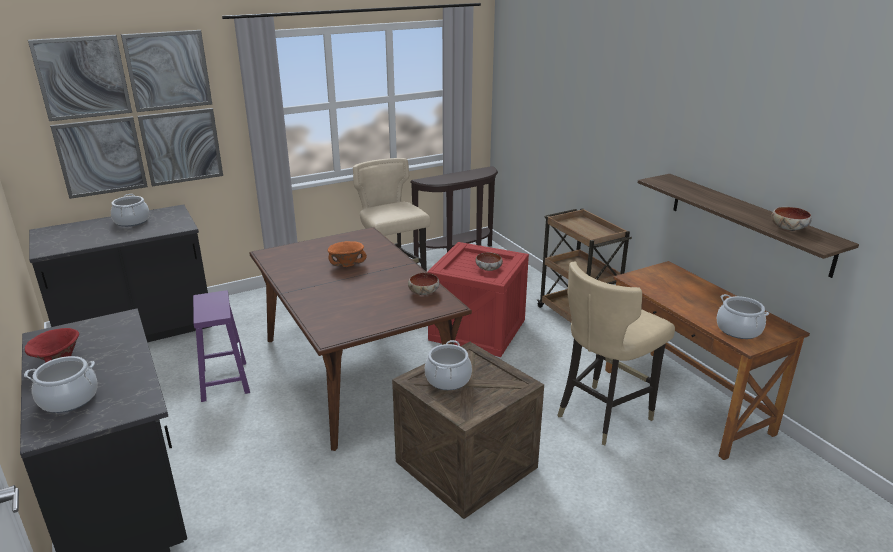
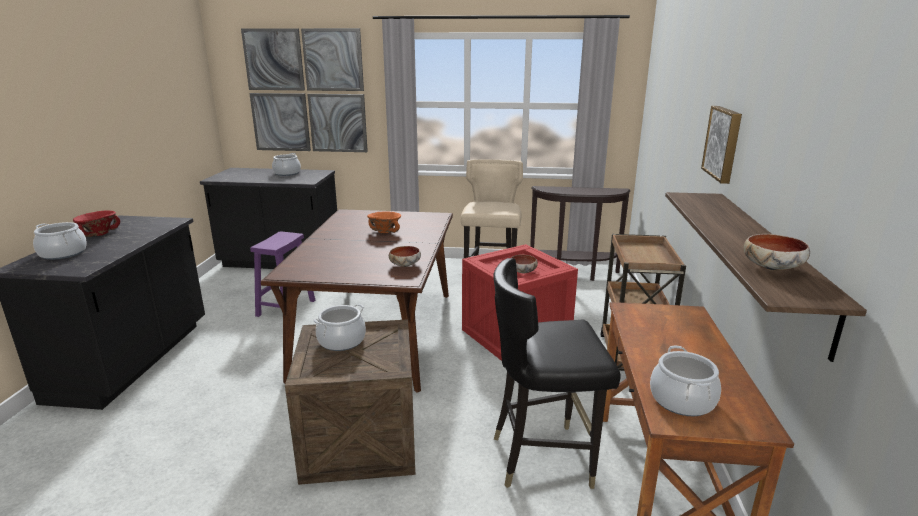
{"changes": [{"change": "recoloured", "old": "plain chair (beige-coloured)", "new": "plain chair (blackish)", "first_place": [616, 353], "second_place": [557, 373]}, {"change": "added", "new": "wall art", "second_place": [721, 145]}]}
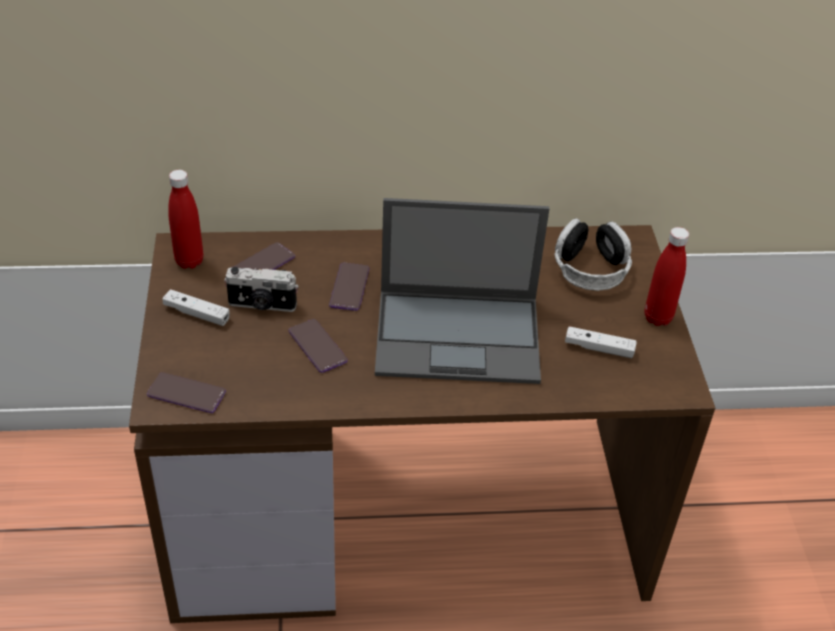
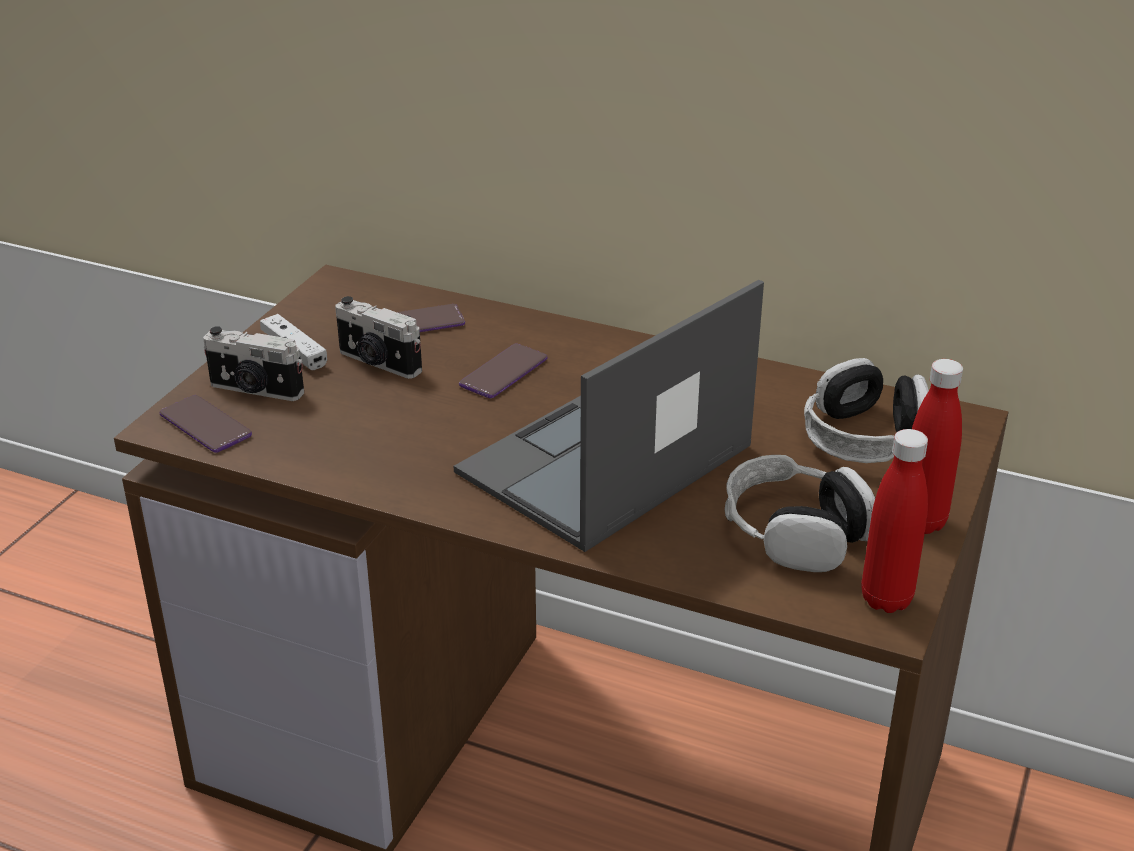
{"changes": [{"change": "moved", "old": "bottle (red-coloured)", "first_place": [185, 219], "second_place": [894, 521]}, {"change": "removed", "old": "handset", "first_place": [318, 346]}, {"change": "turned", "old": "laptop", "first_place": [462, 291], "second_place": [609, 416], "degrees": 105}, {"change": "replaced", "old": "joypad (white)", "new": "headset", "first_place": [601, 342], "second_place": [800, 513]}, {"change": "added", "new": "still camera", "second_place": [253, 363]}]}
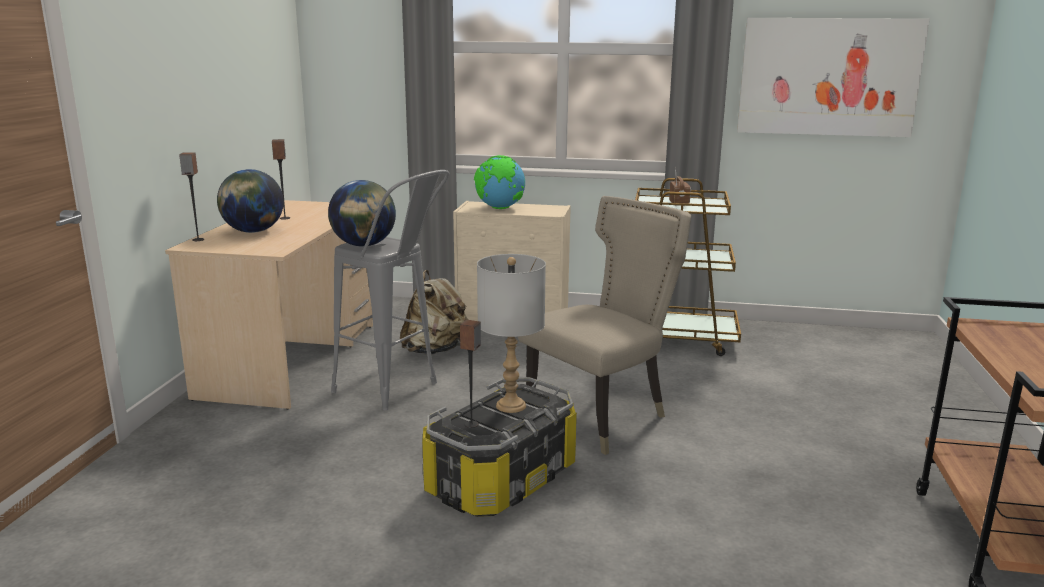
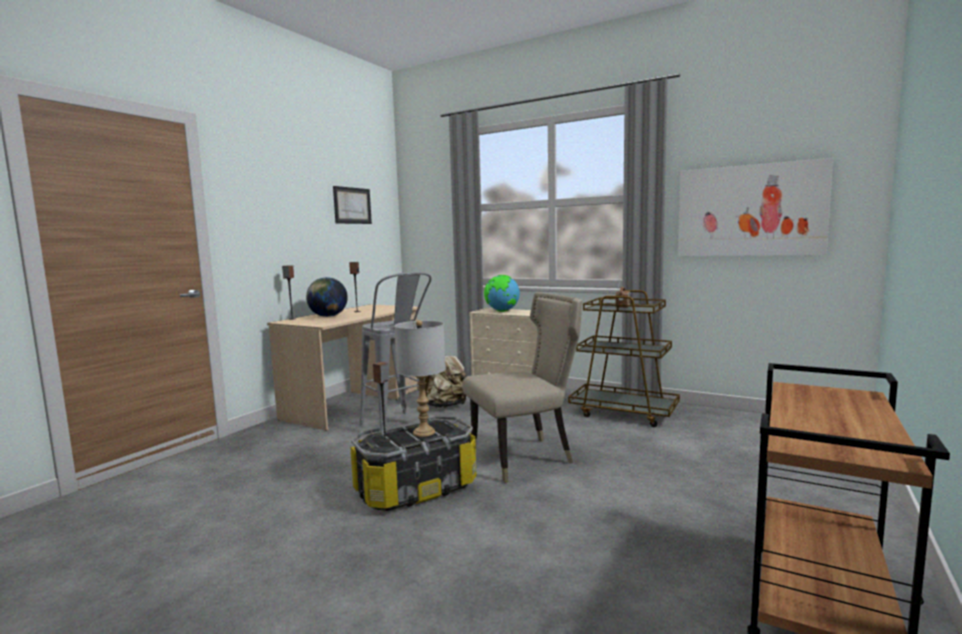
{"changes": [{"change": "removed", "old": "desk globe", "first_place": [362, 213]}, {"change": "added", "new": "wall art", "second_place": [352, 205]}]}
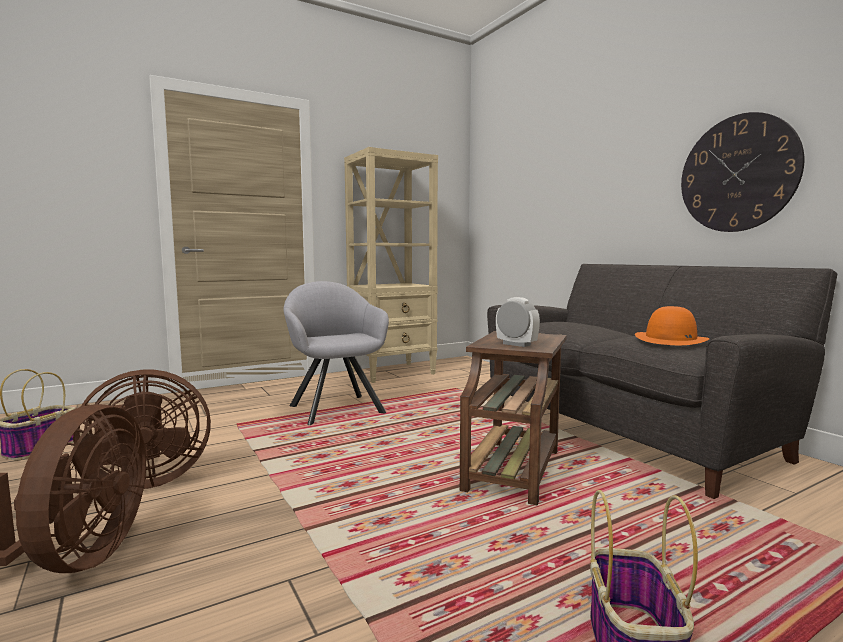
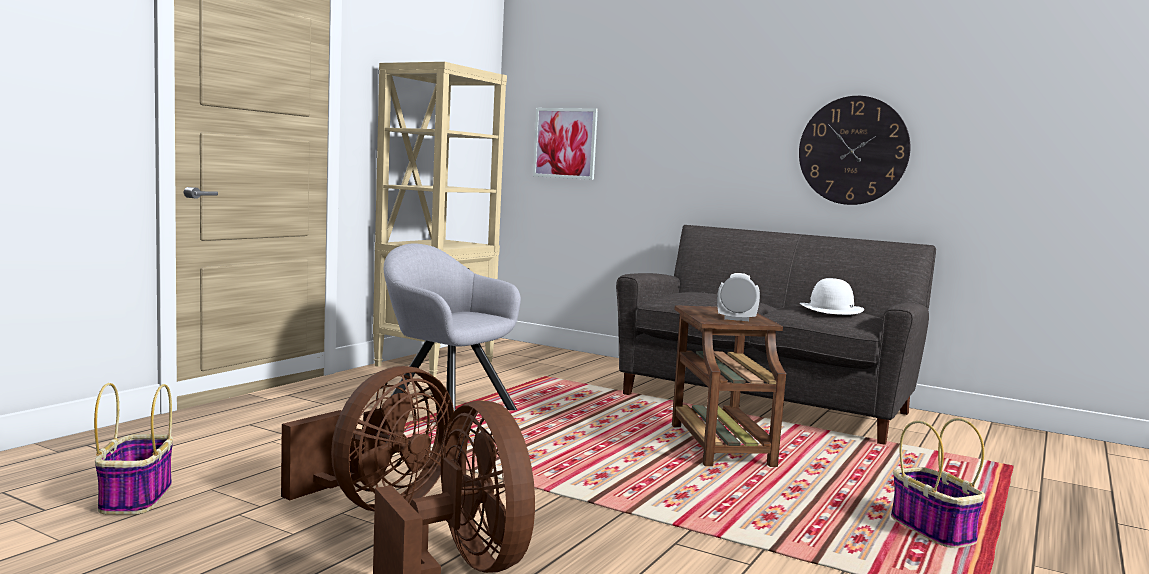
{"changes": [{"change": "recoloured", "old": "clothing hat (orange-coloured)", "new": "clothing hat (white)", "first_place": [672, 325], "second_place": [832, 296]}, {"change": "added", "new": "wall art", "second_place": [565, 144]}]}
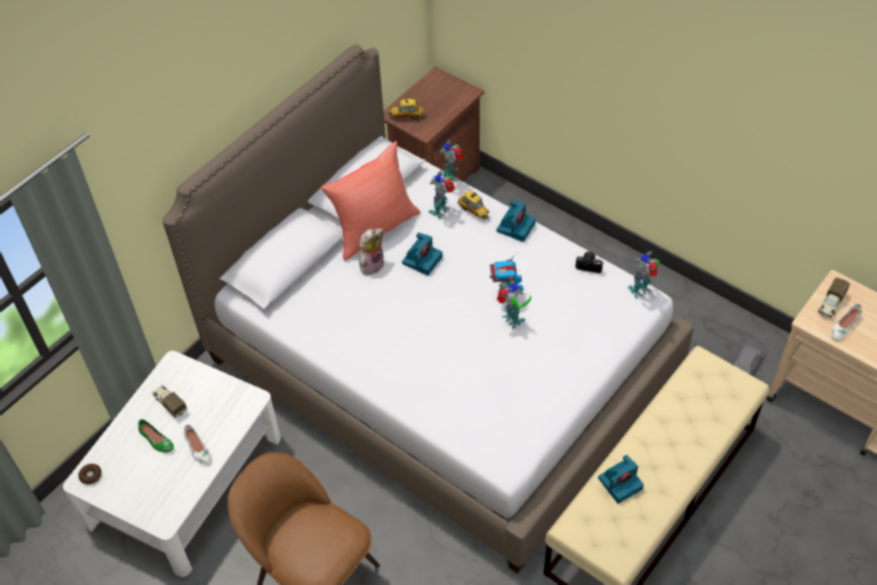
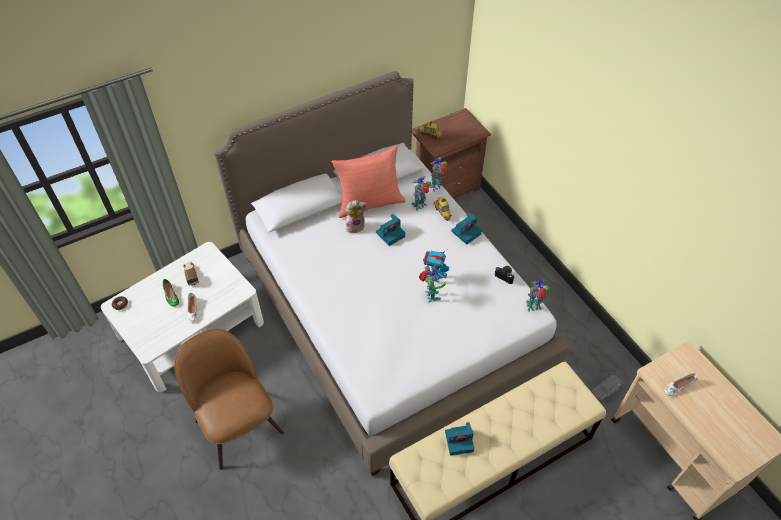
{"changes": [{"change": "removed", "old": "toy truck", "first_place": [834, 298]}]}
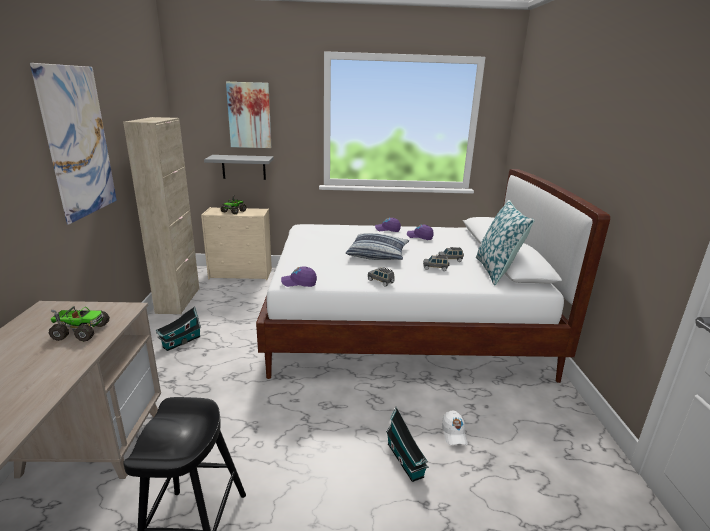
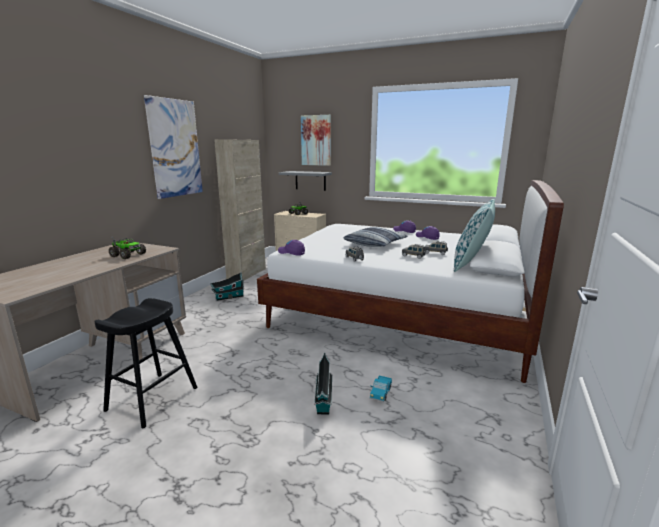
{"changes": [{"change": "replaced", "old": "baseball cap (white)", "new": "toy truck", "first_place": [455, 428], "second_place": [381, 389]}]}
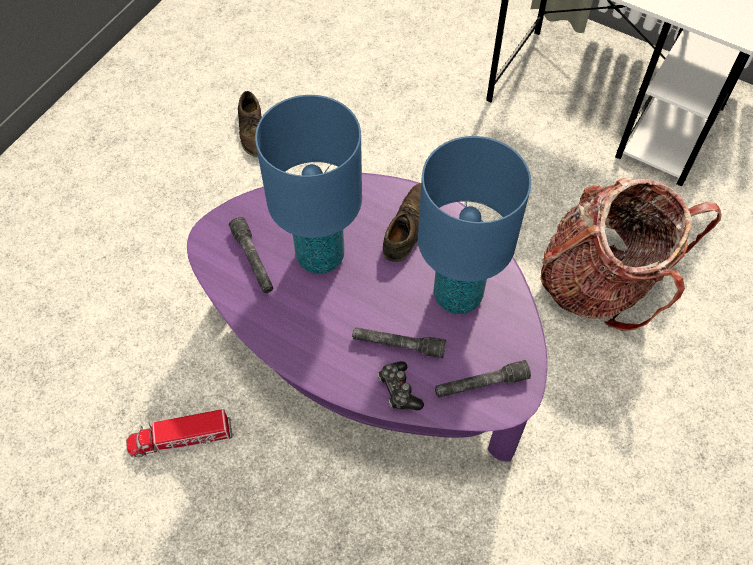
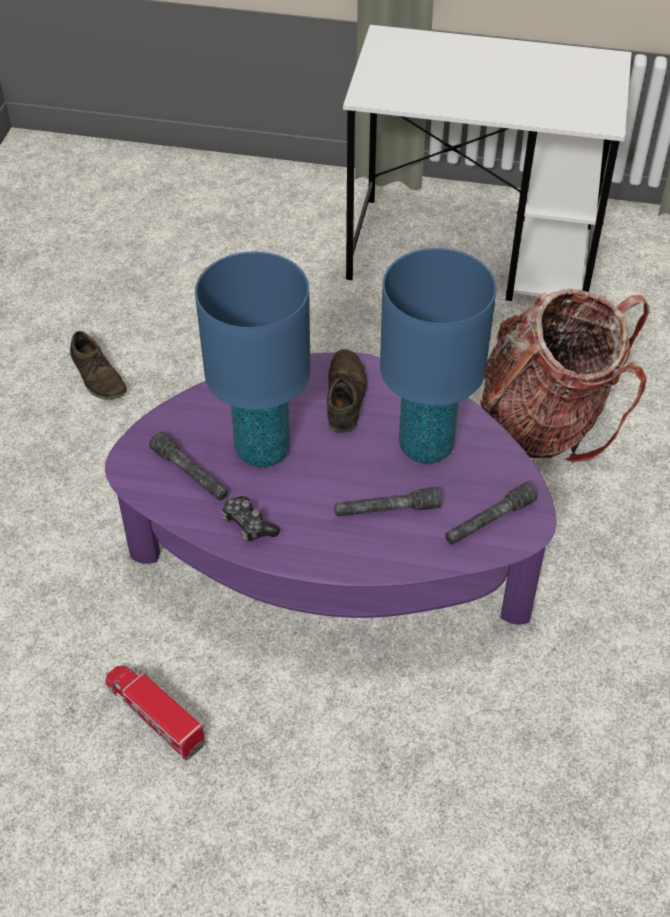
{"changes": [{"change": "turned", "old": "toy truck", "first_place": [180, 433], "second_place": [156, 713], "degrees": 75}, {"change": "moved", "old": "joypad", "first_place": [401, 386], "second_place": [250, 519]}]}
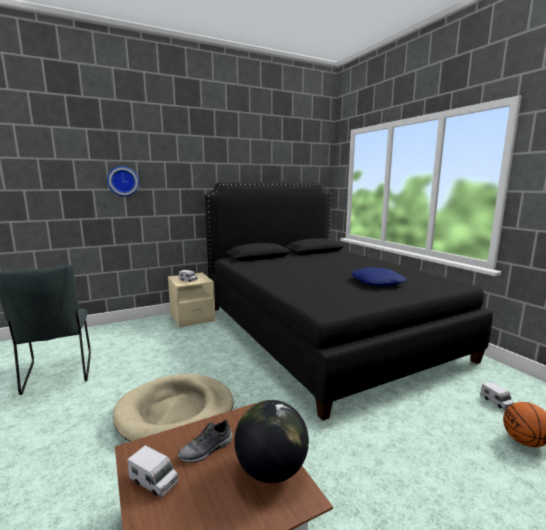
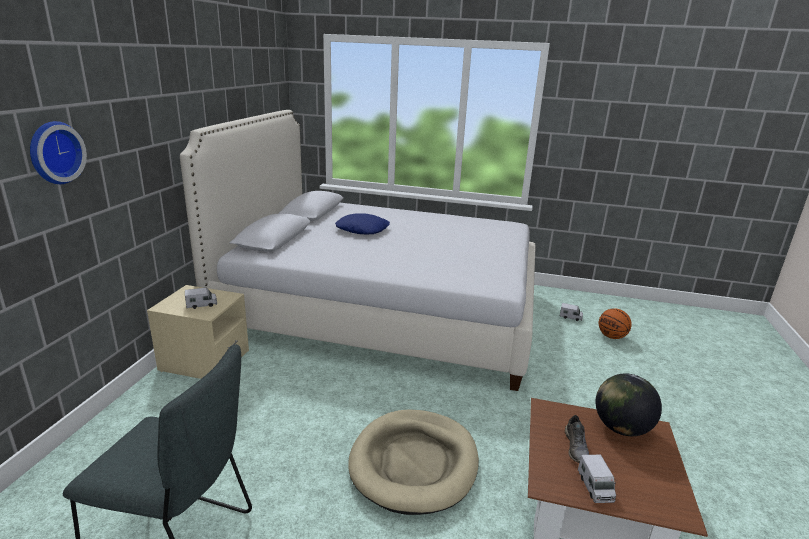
{"changes": [{"change": "turned", "old": "toy truck", "first_place": [153, 471], "second_place": [596, 479], "degrees": 105}, {"change": "recoloured", "old": "bedroom bed (blackish)", "new": "bedroom bed (white)", "first_place": [349, 301], "second_place": [358, 250]}, {"change": "moved", "old": "pillow (bluish)", "first_place": [378, 276], "second_place": [362, 224]}]}
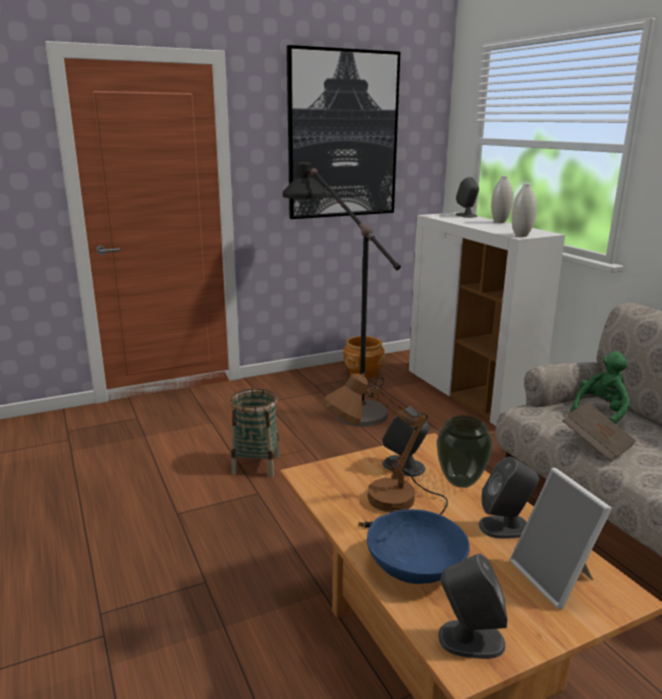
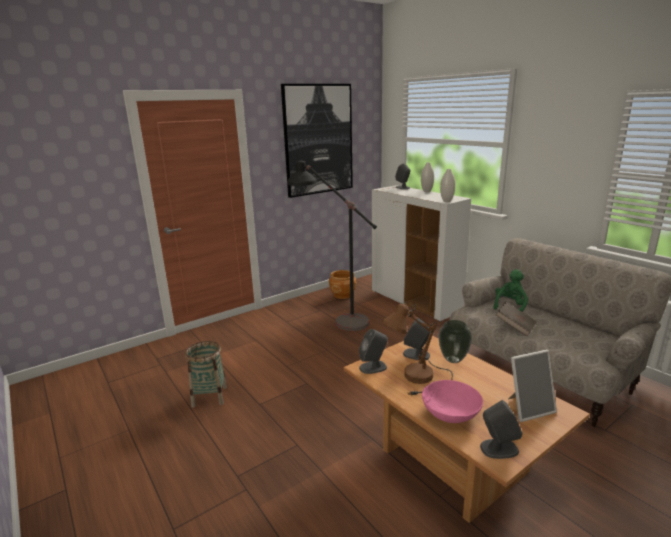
{"changes": [{"change": "moved", "old": "storage basket", "first_place": [255, 432], "second_place": [206, 374]}, {"change": "recoloured", "old": "deep dish (bluish)", "new": "deep dish (pink)", "first_place": [418, 546], "second_place": [452, 401]}, {"change": "moved", "old": "audio speaker (greyish)", "first_place": [509, 498], "second_place": [373, 351]}, {"change": "turned", "old": "picture frame", "first_place": [561, 539], "second_place": [532, 386], "degrees": -75}]}
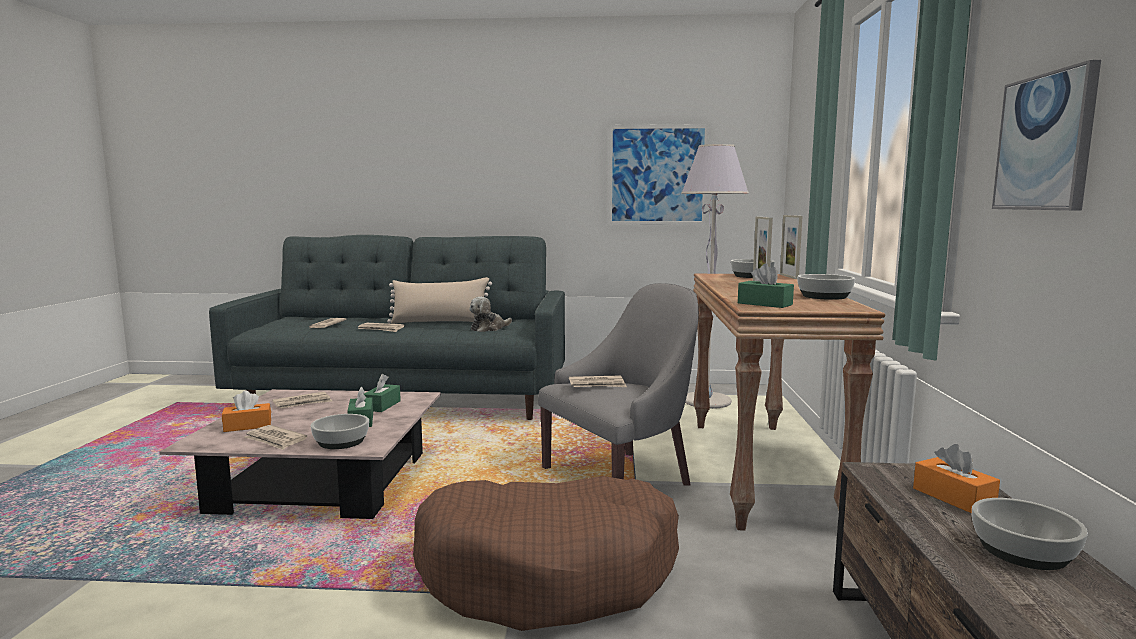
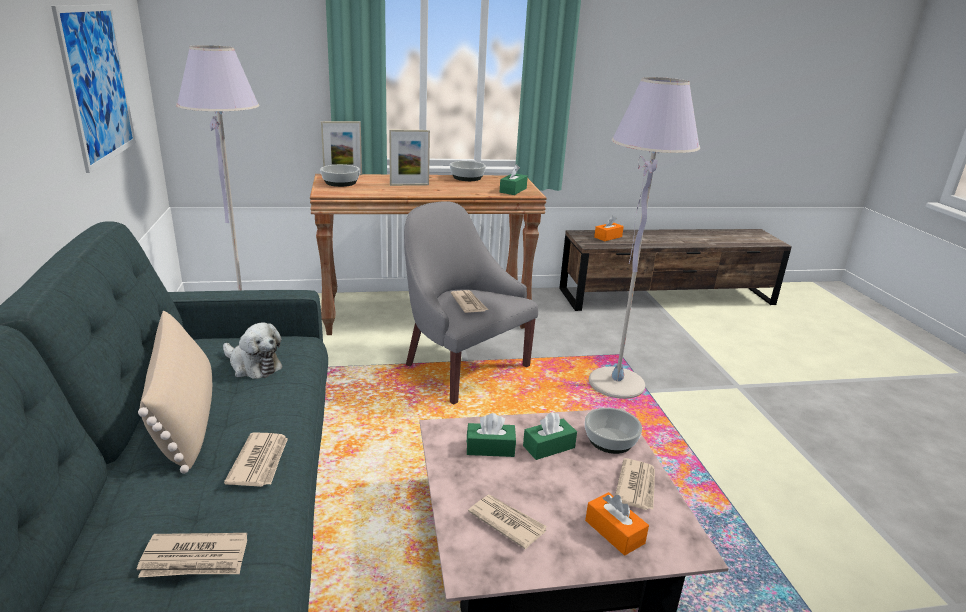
{"changes": [{"change": "replaced", "old": "dog bed (brown-coloured)", "new": "floor lamp (greyish)", "first_place": [546, 553], "second_place": [644, 238]}, {"change": "removed", "old": "deep dish", "first_place": [1030, 534]}, {"change": "removed", "old": "wall art", "first_place": [1046, 135]}]}
